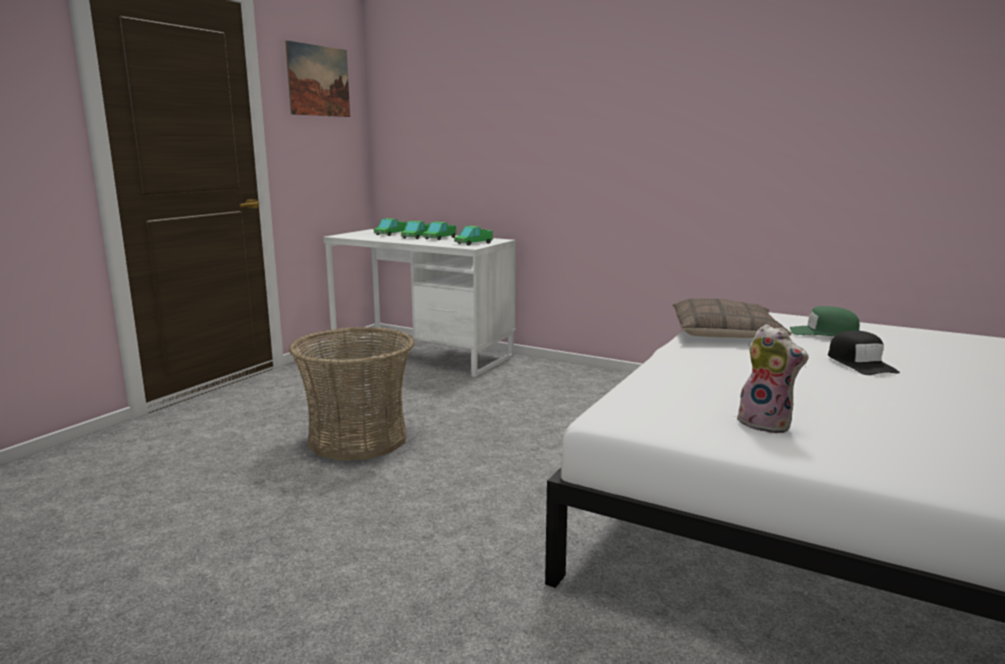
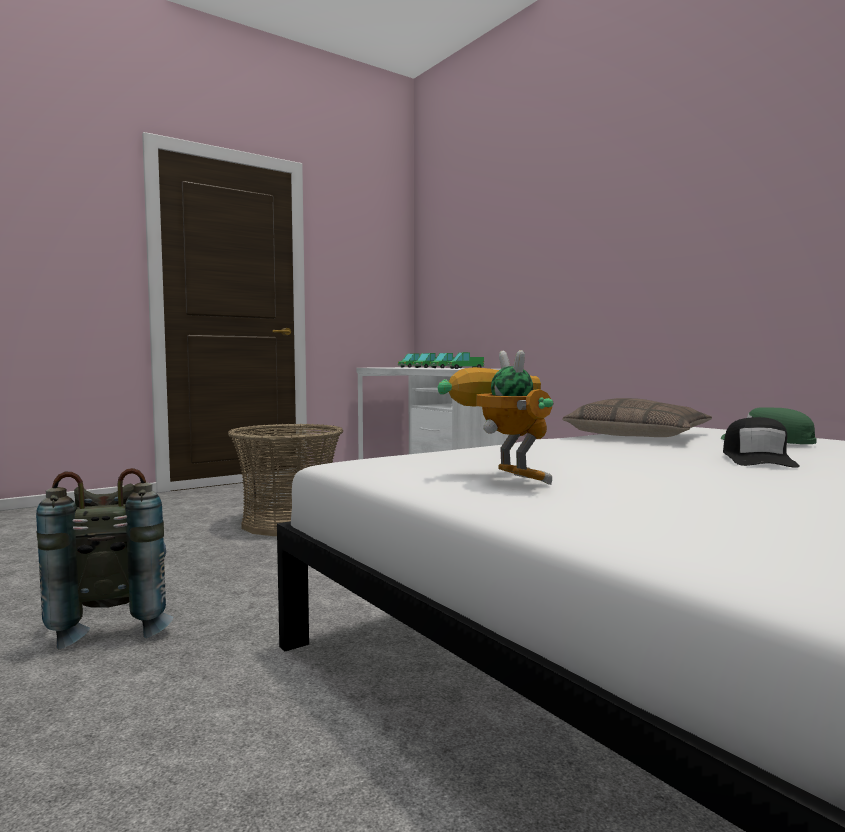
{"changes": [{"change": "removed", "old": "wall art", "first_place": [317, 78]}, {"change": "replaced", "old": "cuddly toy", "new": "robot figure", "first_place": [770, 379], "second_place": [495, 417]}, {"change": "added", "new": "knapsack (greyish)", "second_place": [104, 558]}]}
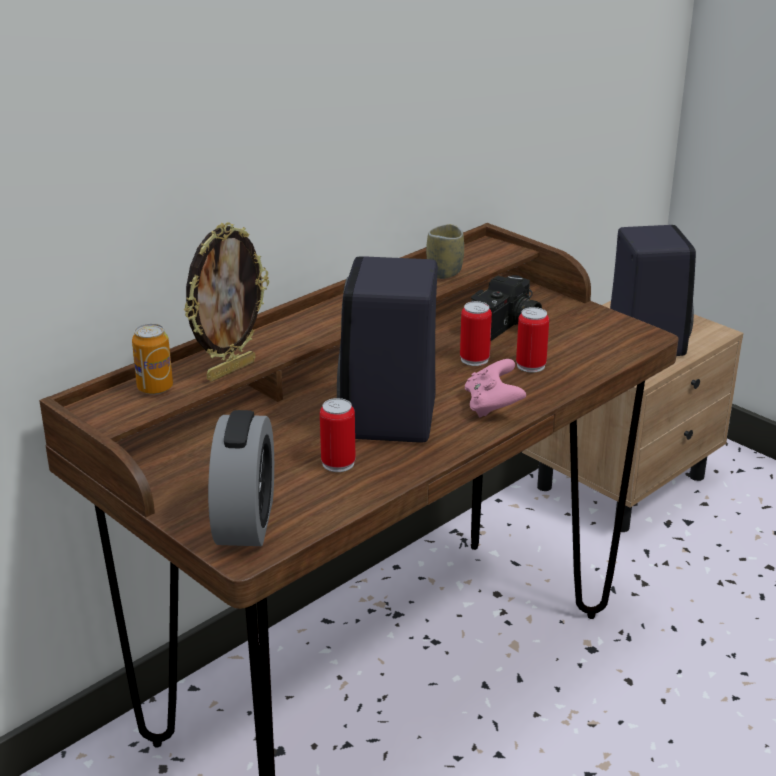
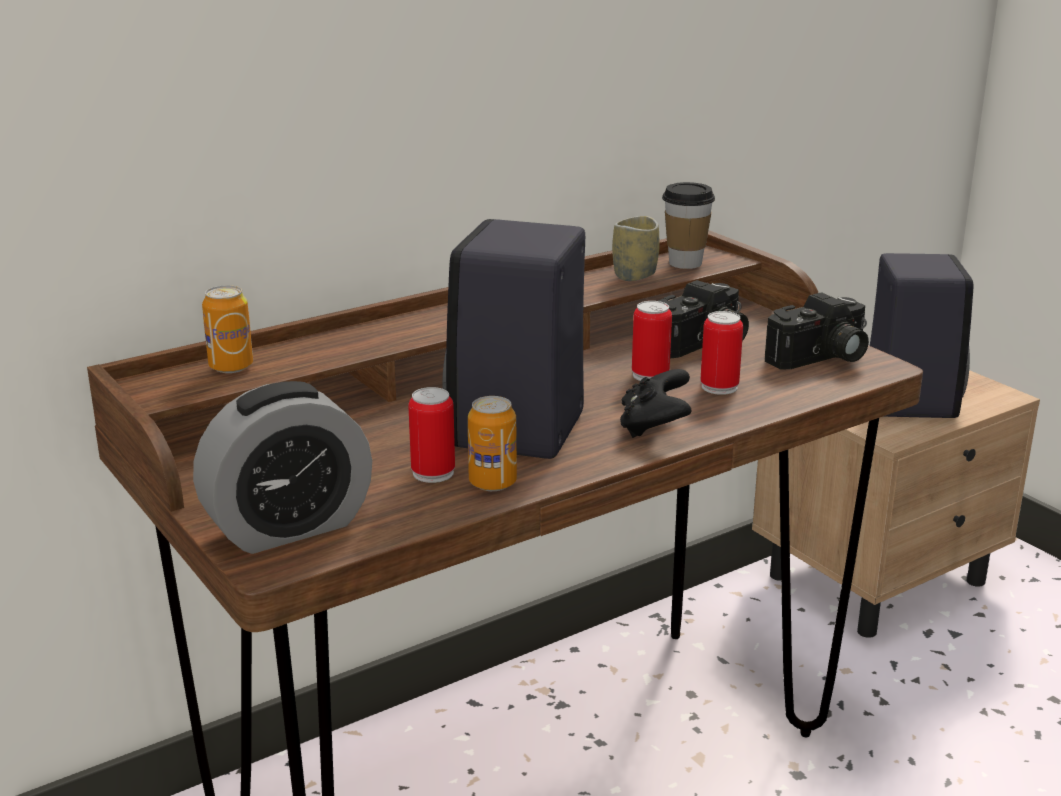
{"changes": [{"change": "removed", "old": "picture frame", "first_place": [226, 301]}, {"change": "turned", "old": "bedside clock", "first_place": [241, 478], "second_place": [282, 467], "degrees": 45}, {"change": "recoloured", "old": "joypad (pink)", "new": "joypad (blackish)", "first_place": [495, 388], "second_place": [655, 403]}, {"change": "added", "new": "sealed can", "second_place": [492, 443]}, {"change": "added", "new": "small cup", "second_place": [688, 225]}, {"change": "added", "new": "still camera", "second_place": [817, 330]}]}
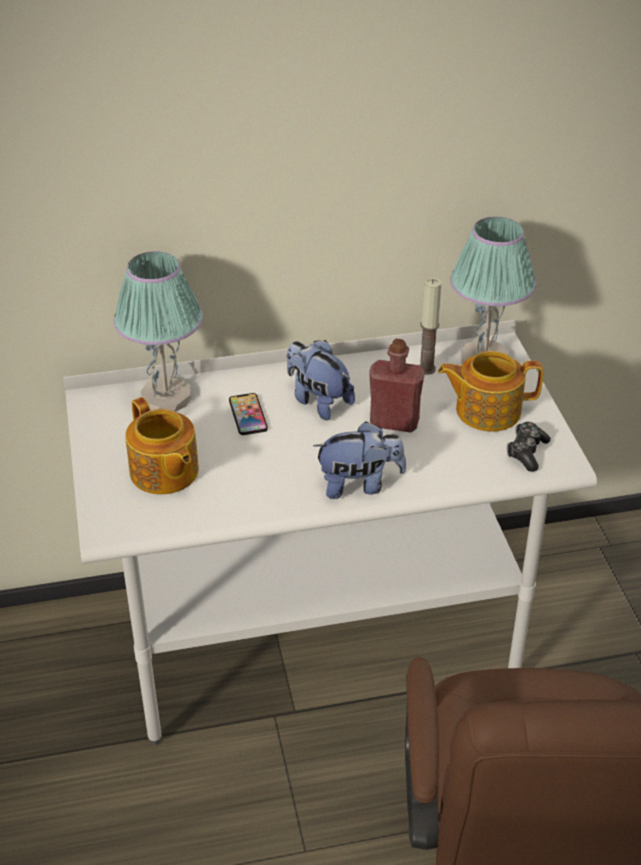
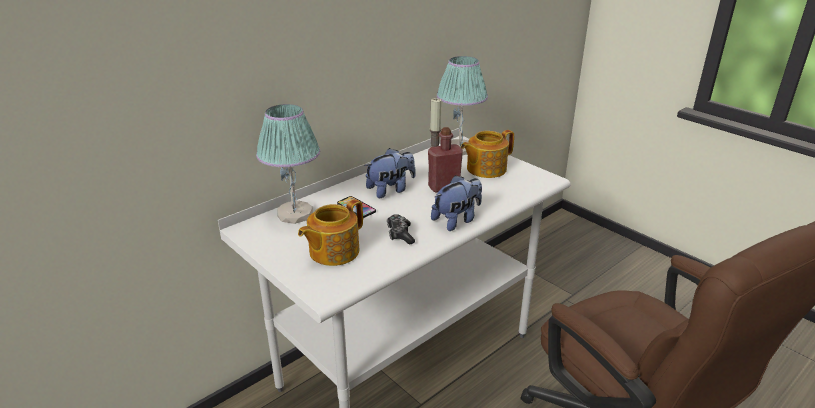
{"changes": [{"change": "turned", "old": "teapot", "first_place": [162, 446], "second_place": [330, 232], "degrees": 105}, {"change": "turned", "old": "cuddly toy", "first_place": [321, 380], "second_place": [390, 173], "degrees": 135}, {"change": "moved", "old": "joypad", "first_place": [529, 447], "second_place": [401, 229]}]}
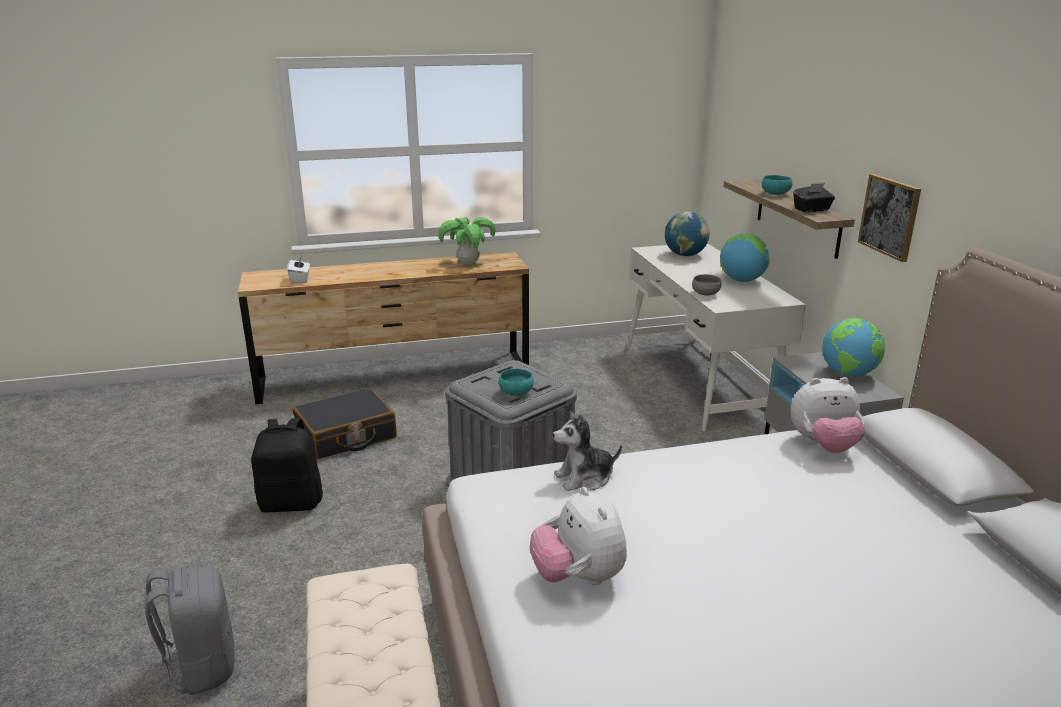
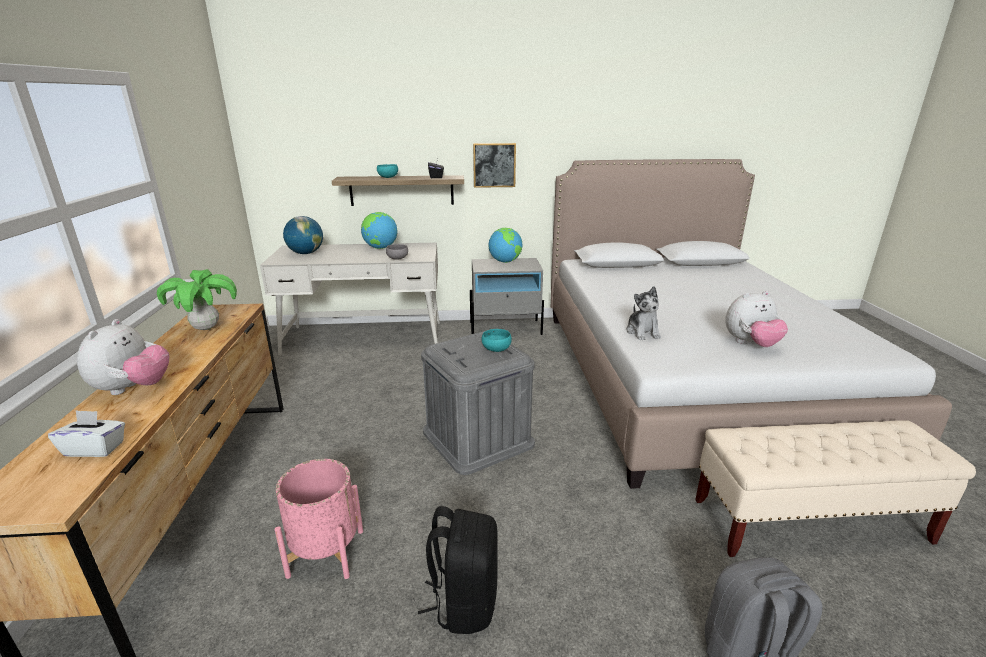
{"changes": [{"change": "replaced", "old": "piece of luggage (blackish)", "new": "plant pot (pink)", "first_place": [345, 423], "second_place": [318, 519]}, {"change": "moved", "old": "cuddly toy", "first_place": [827, 415], "second_place": [123, 357]}]}
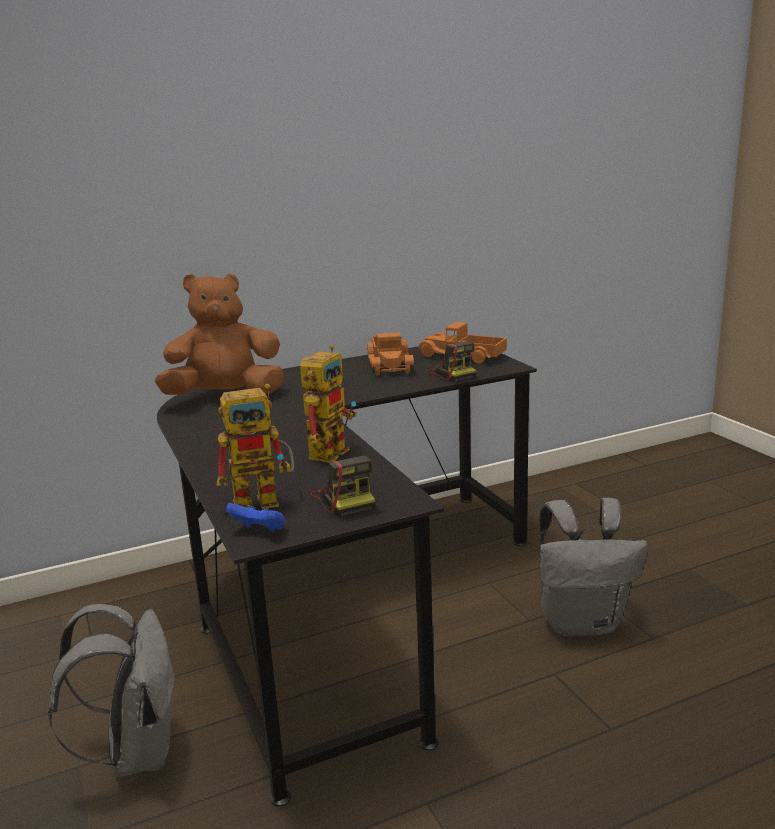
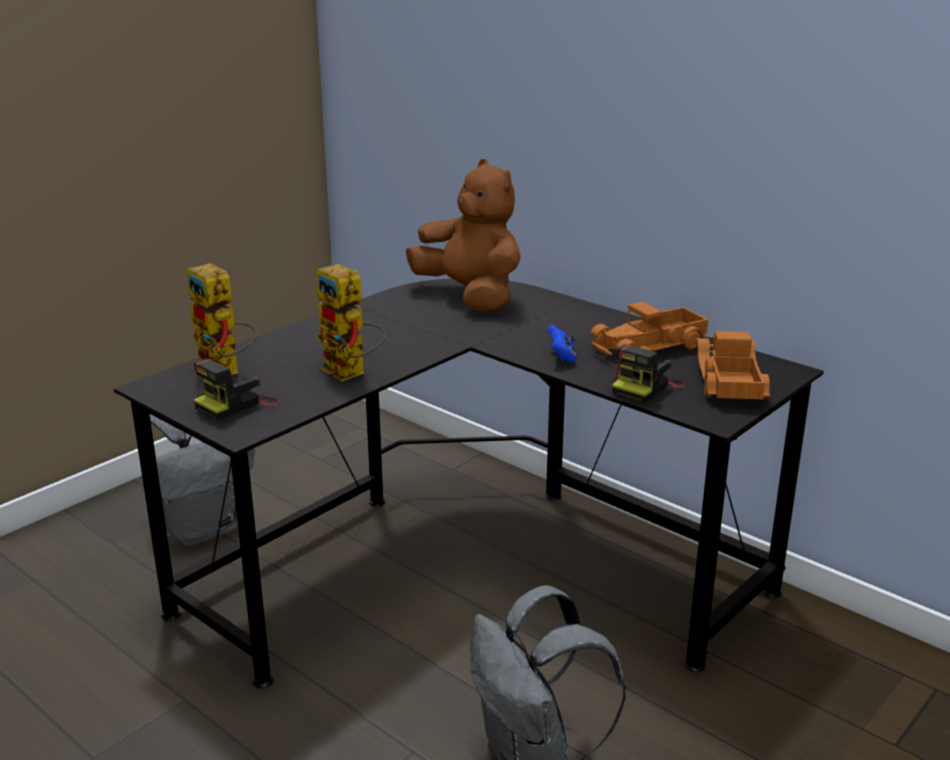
{"changes": [{"change": "moved", "old": "joypad (bluish)", "first_place": [255, 517], "second_place": [561, 344]}, {"change": "turned", "old": "robot figure", "first_place": [328, 404], "second_place": [351, 323], "degrees": 45}]}
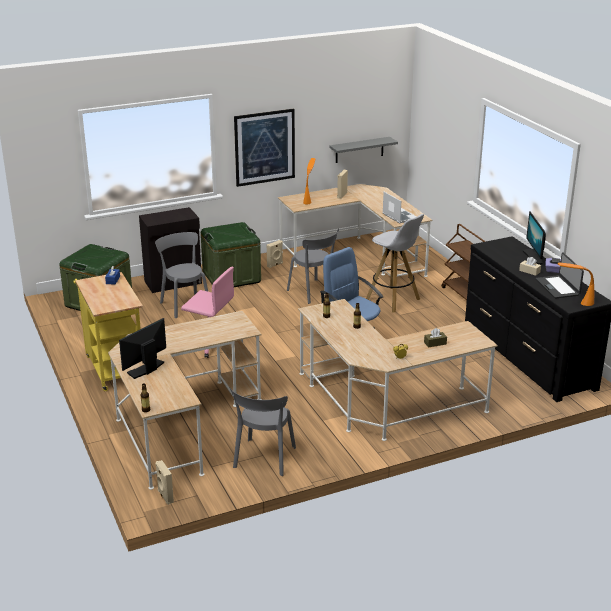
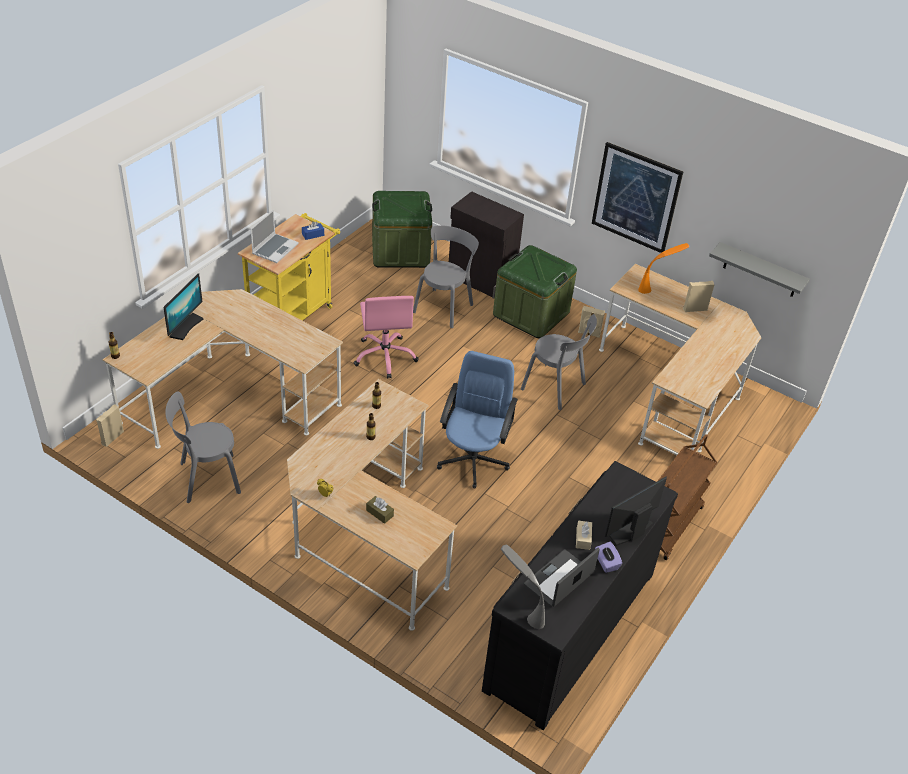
{"changes": [{"change": "turned", "old": "computer screen", "first_place": [142, 348], "second_place": [183, 306], "degrees": 105}, {"change": "turned", "old": "plain chair (greyish)", "first_place": [313, 266], "second_place": [559, 362], "degrees": -75}, {"change": "removed", "old": "stool (white)", "first_place": [395, 263]}, {"change": "moved", "old": "laptop", "first_place": [400, 207], "second_place": [275, 236]}, {"change": "recoloured", "old": "lamp for a table (orange-coloured)", "new": "lamp for a table (greyish)", "first_place": [576, 284], "second_place": [523, 587]}]}
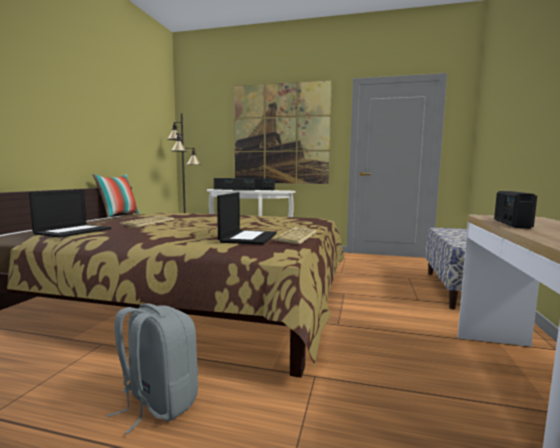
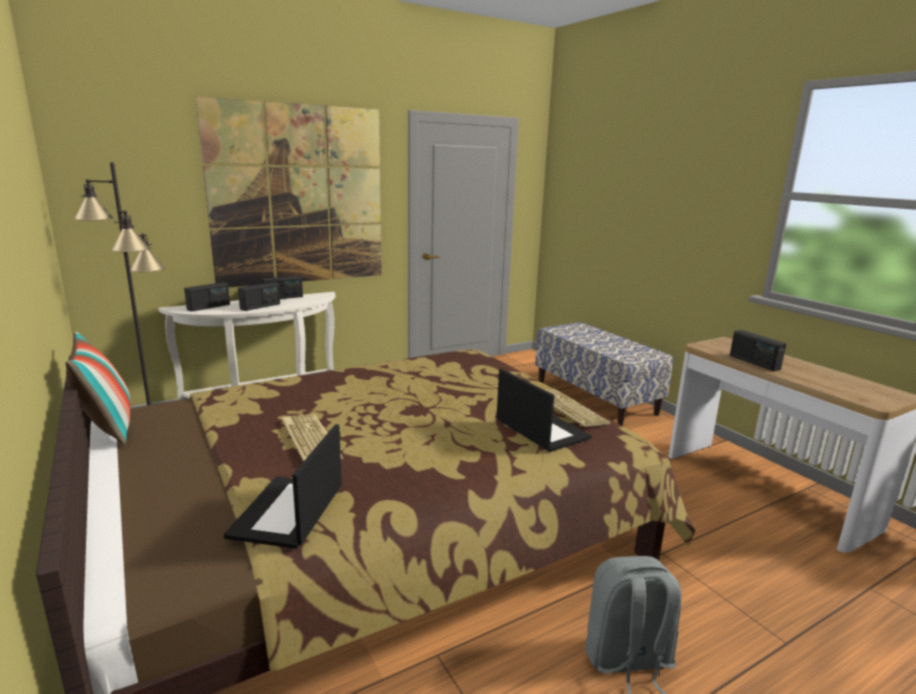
{"changes": [{"change": "turned", "old": "laptop", "first_place": [70, 214], "second_place": [283, 486], "degrees": -150}]}
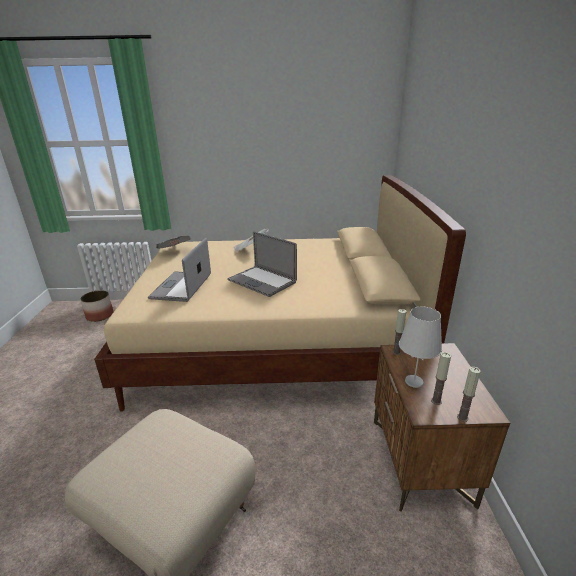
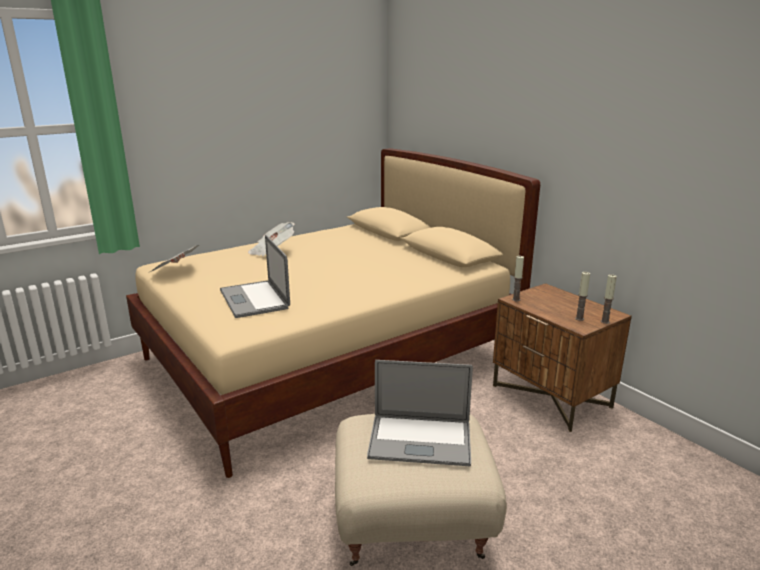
{"changes": [{"change": "removed", "old": "plant pot", "first_place": [96, 306]}, {"change": "moved", "old": "laptop", "first_place": [262, 264], "second_place": [420, 413]}, {"change": "removed", "old": "lamp for a table (white)", "first_place": [420, 347]}]}
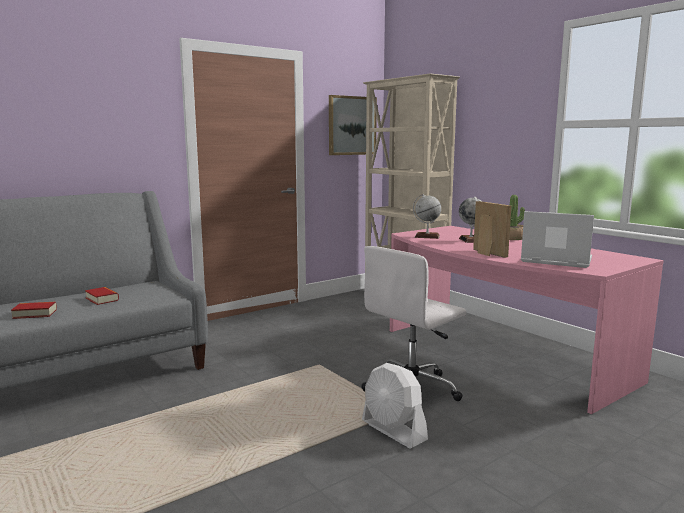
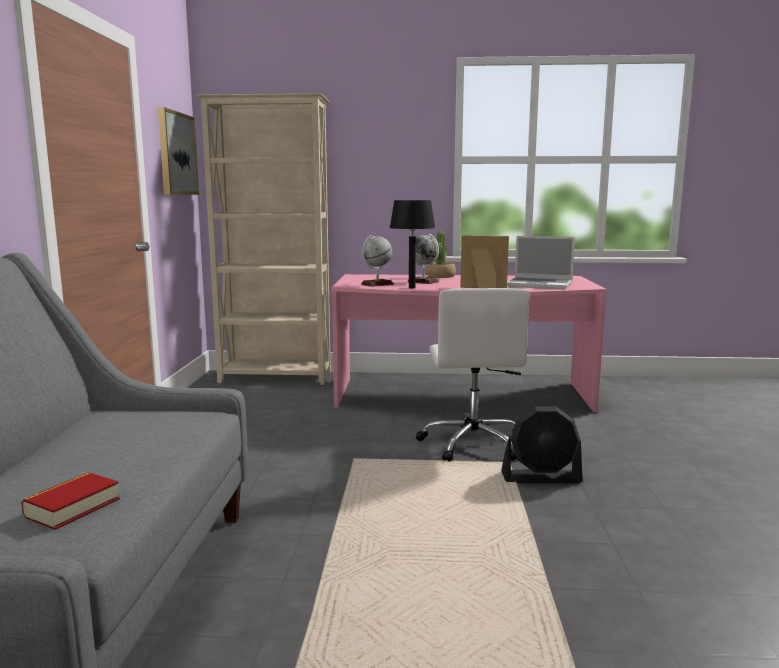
{"changes": [{"change": "removed", "old": "bound book", "first_place": [102, 296]}, {"change": "recoloured", "old": "cooling fan (white)", "new": "cooling fan (blackish)", "first_place": [395, 406], "second_place": [542, 445]}, {"change": "turned", "old": "laptop", "first_place": [557, 239], "second_place": [541, 263], "degrees": -135}, {"change": "added", "new": "lamp for a table (blackish)", "second_place": [412, 244]}]}
